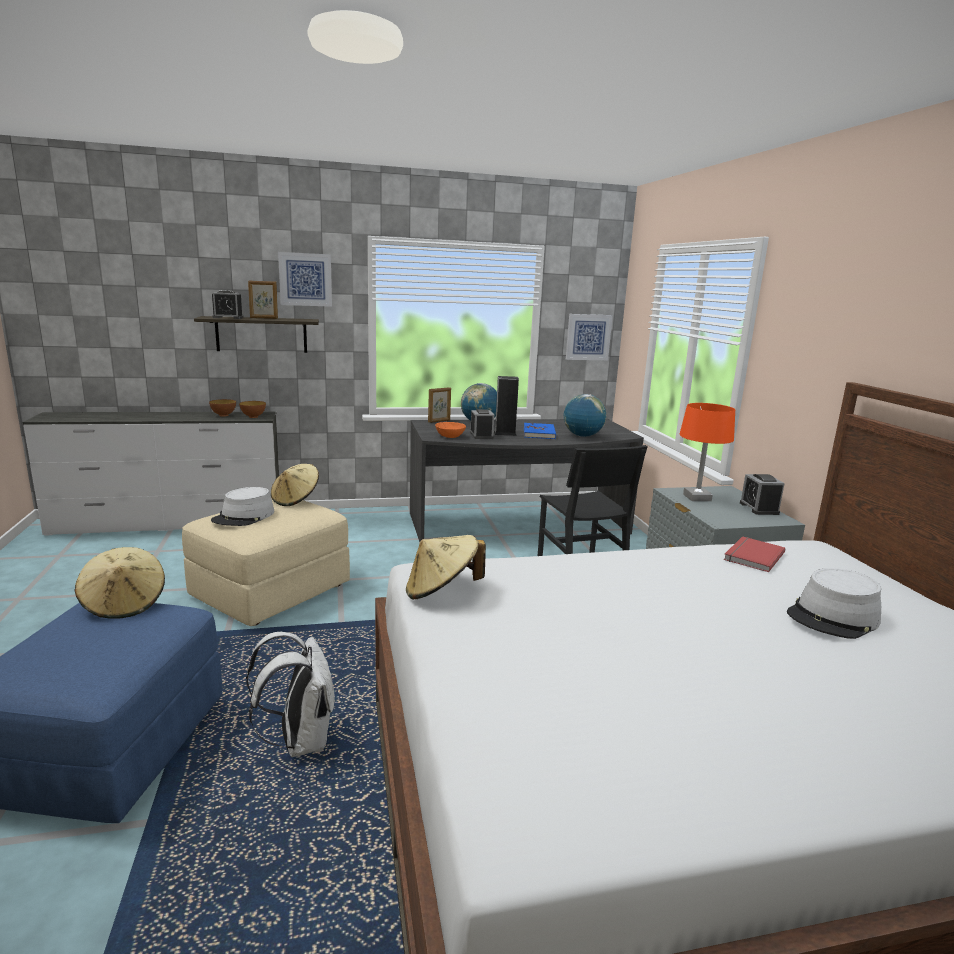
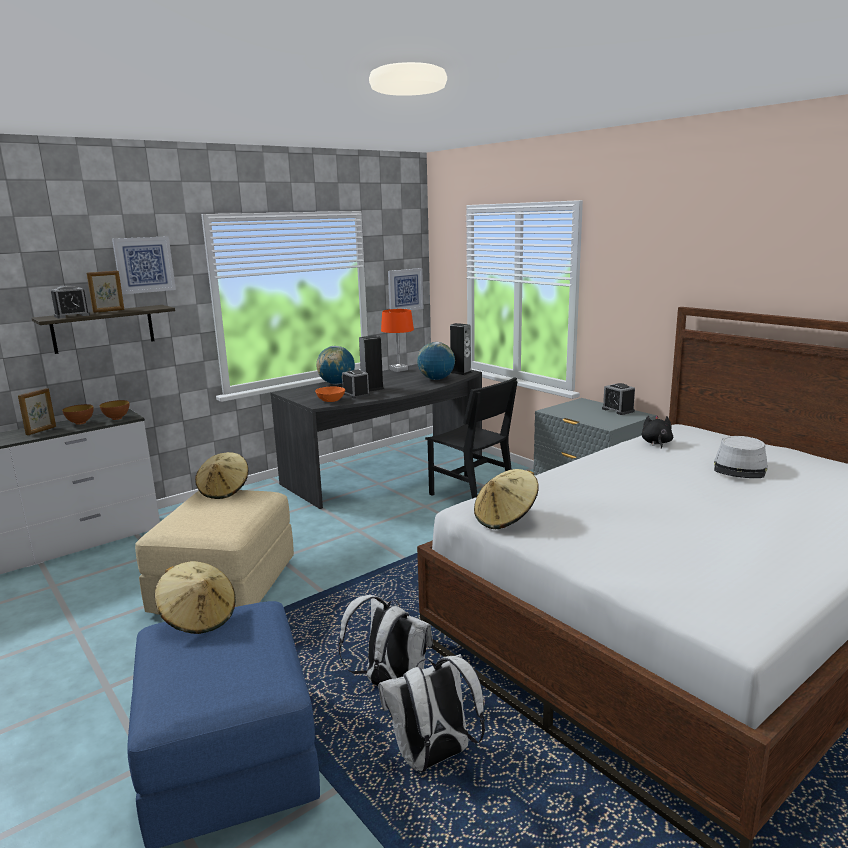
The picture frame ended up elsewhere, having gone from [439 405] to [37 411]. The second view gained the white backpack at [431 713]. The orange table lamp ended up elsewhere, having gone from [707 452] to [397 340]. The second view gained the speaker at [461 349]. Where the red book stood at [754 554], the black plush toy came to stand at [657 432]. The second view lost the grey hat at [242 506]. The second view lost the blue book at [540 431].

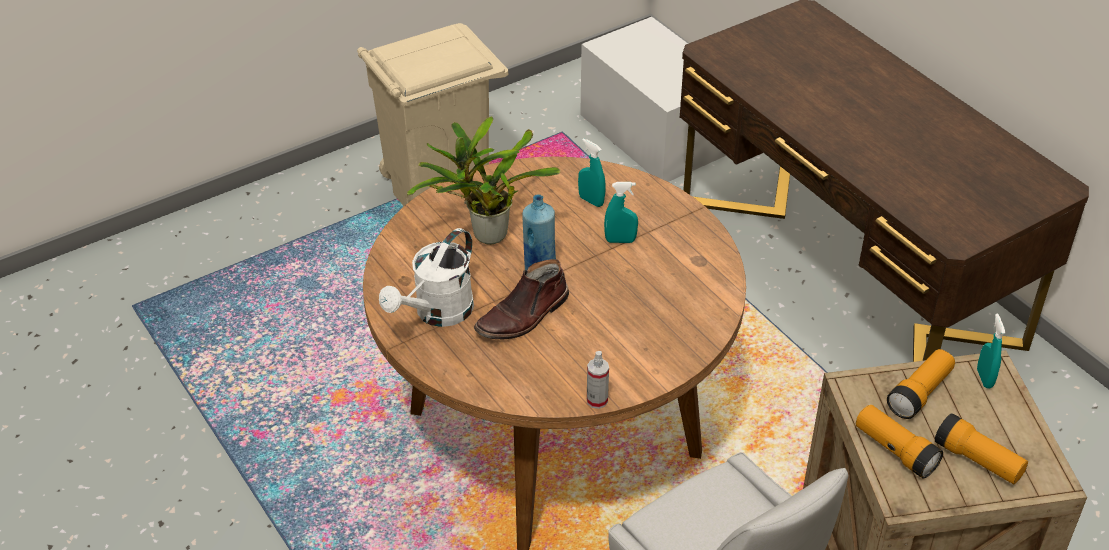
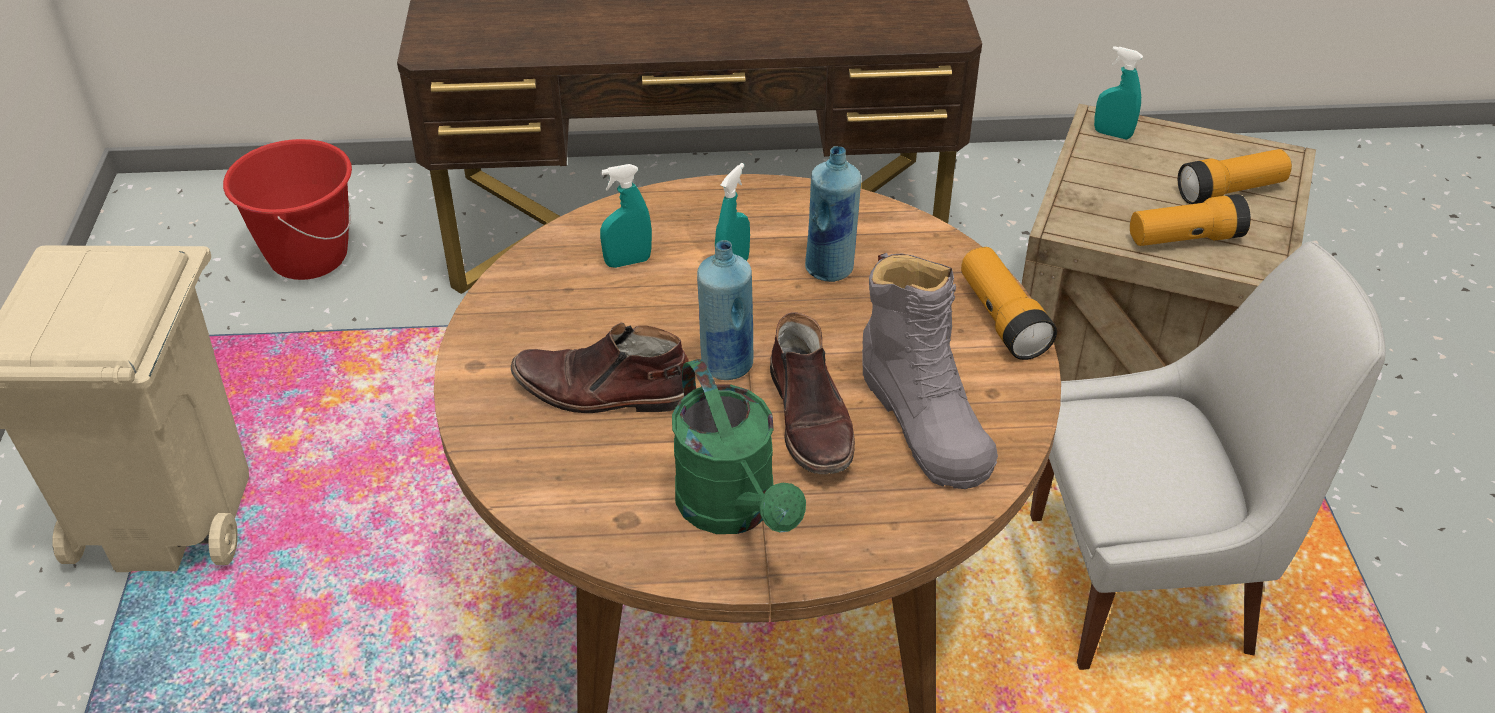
Where the white storage box stood at [653 99], the red bucket came to stand at [287 209]. Where the potted plant stood at [483 180], the brown boot came to stand at [600 367]. What was the white watering can at [426 277] turned into the green watering can at [739 446]. The second view gained the blue bottle at [833 214]. The second view gained the grey boot at [930 371]. The flashlight ended up elsewhere, having gone from [921 384] to [1009 303]. The second view lost the spray bottle at [598 380].

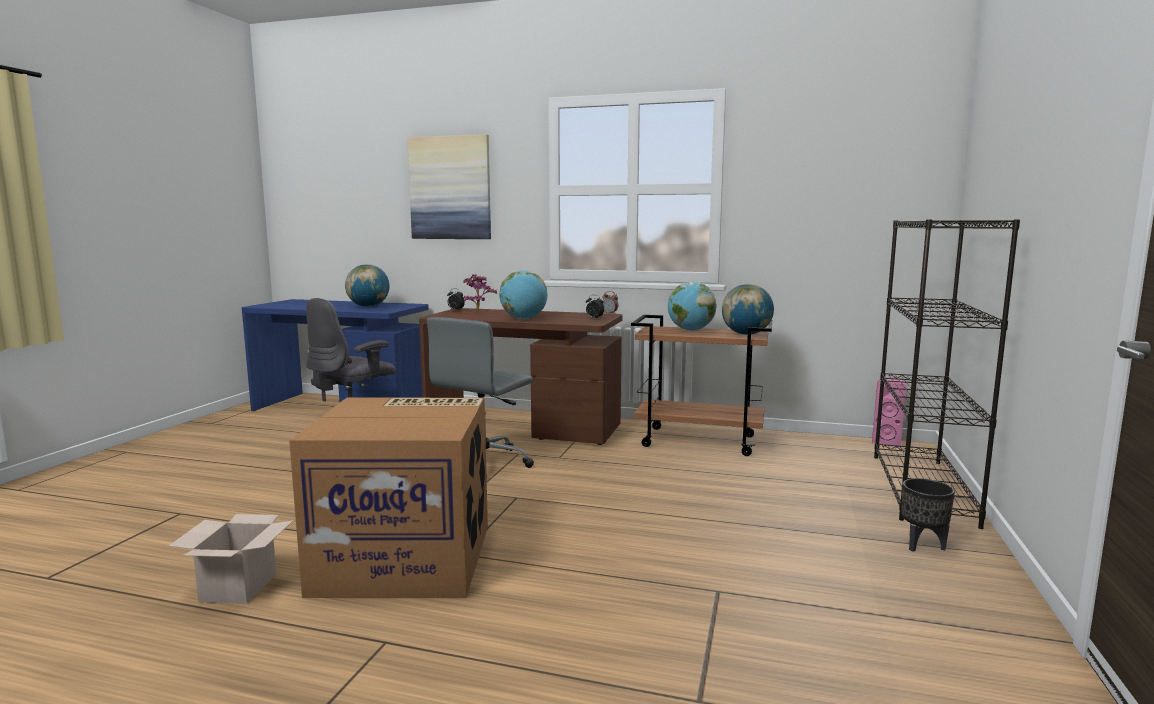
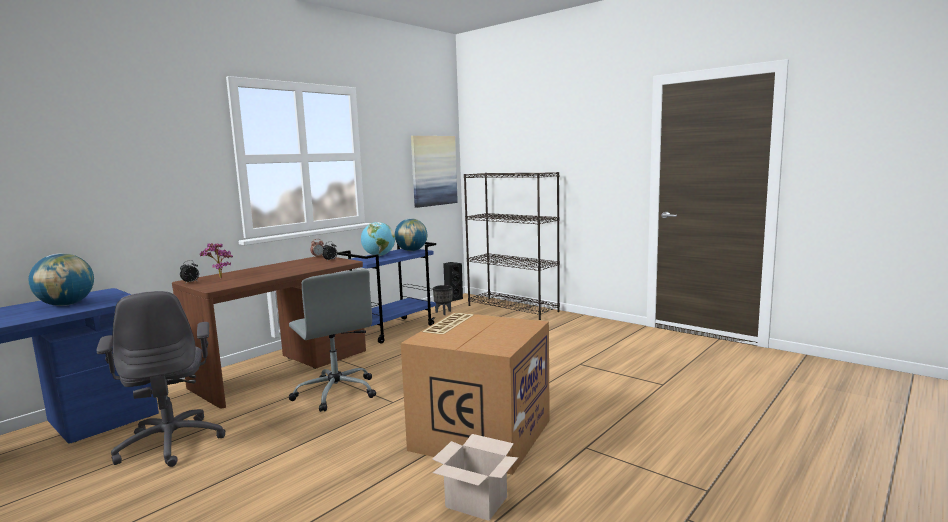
What was the brown cart at [701 385] turned into the blue cart at [386 293]. The picture ended up elsewhere, having gone from [449 186] to [434 172]. The black planter ended up elsewhere, having gone from [928 515] to [442 300]. What was the pink speaker at [889 412] turned into the black speaker at [453 281]. The second view lost the globe at [523 294].

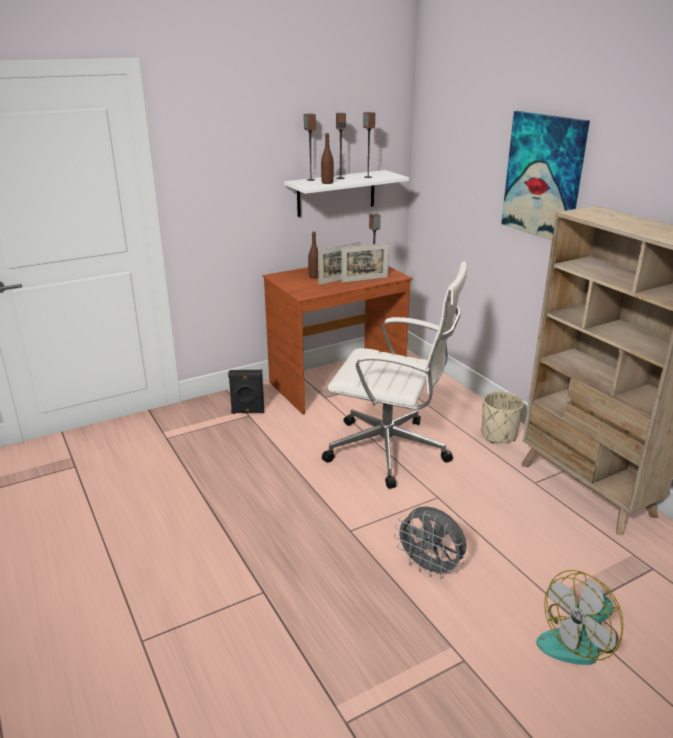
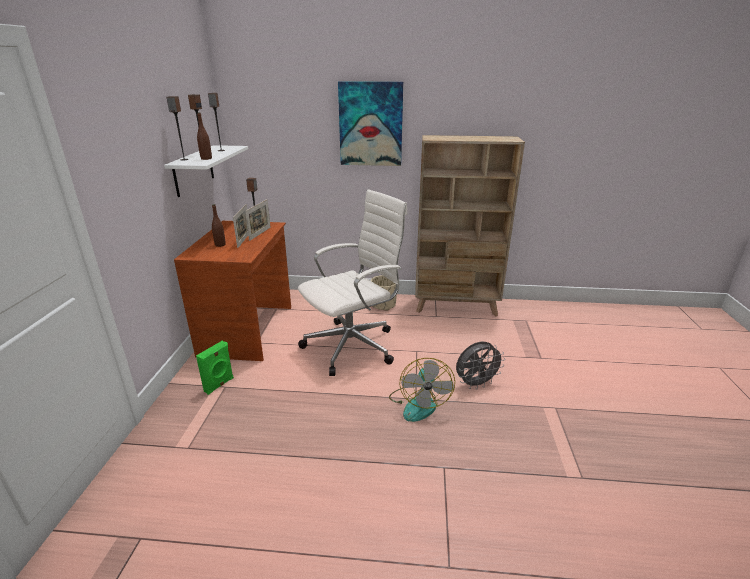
What was the black speaker at [246 392] turned into the green speaker at [215 368]. The fan ended up elsewhere, having gone from [580 617] to [422 390].

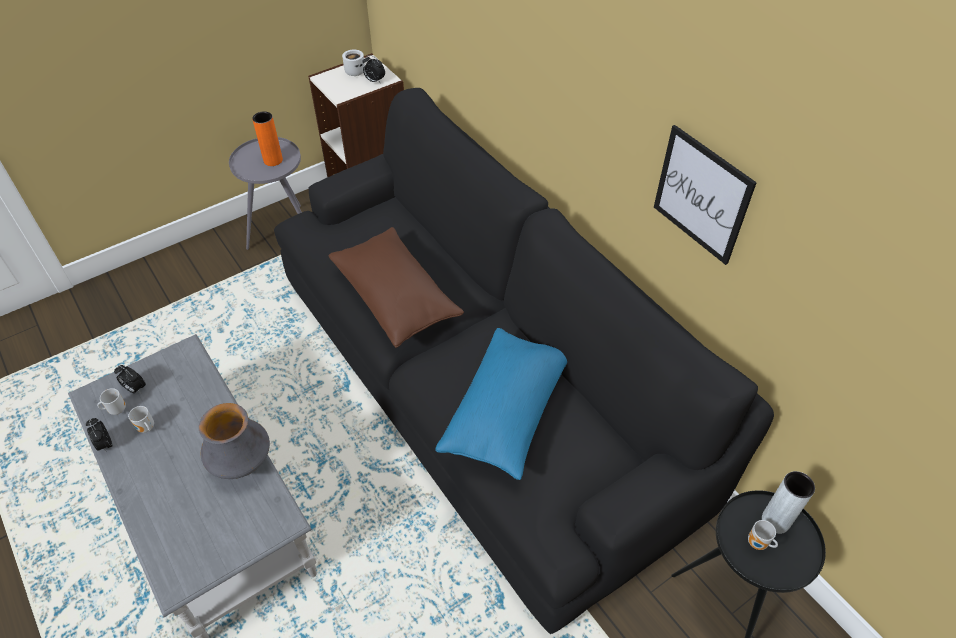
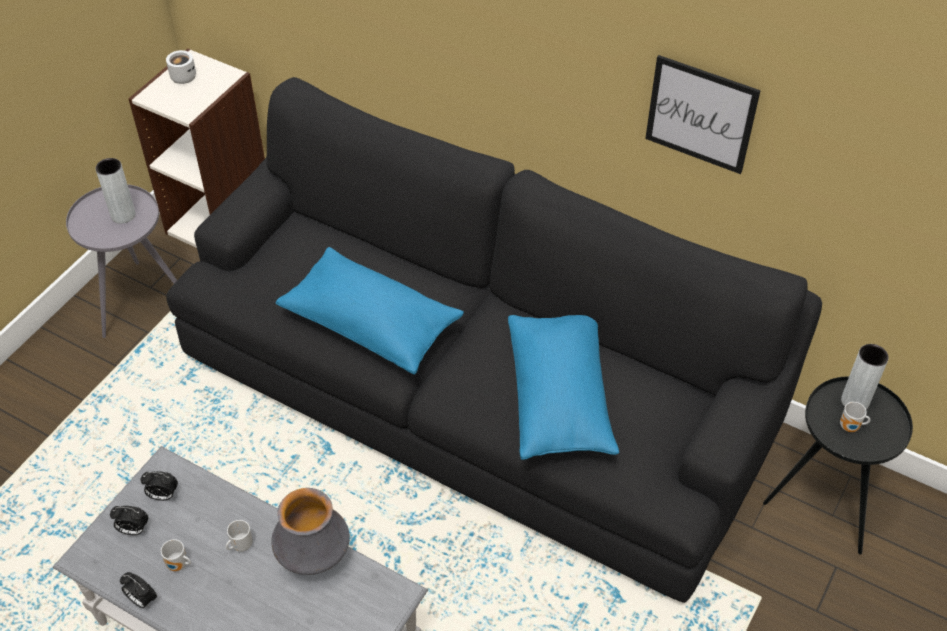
What was the orange vase at [267 138] turned into the grey vase at [116 191]. The alarm clock ended up elsewhere, having gone from [373 69] to [159 486]. The mug ended up elsewhere, having gone from [111 401] to [239 536]. What was the brown pillow at [396 287] turned into the blue pillow at [370 311].

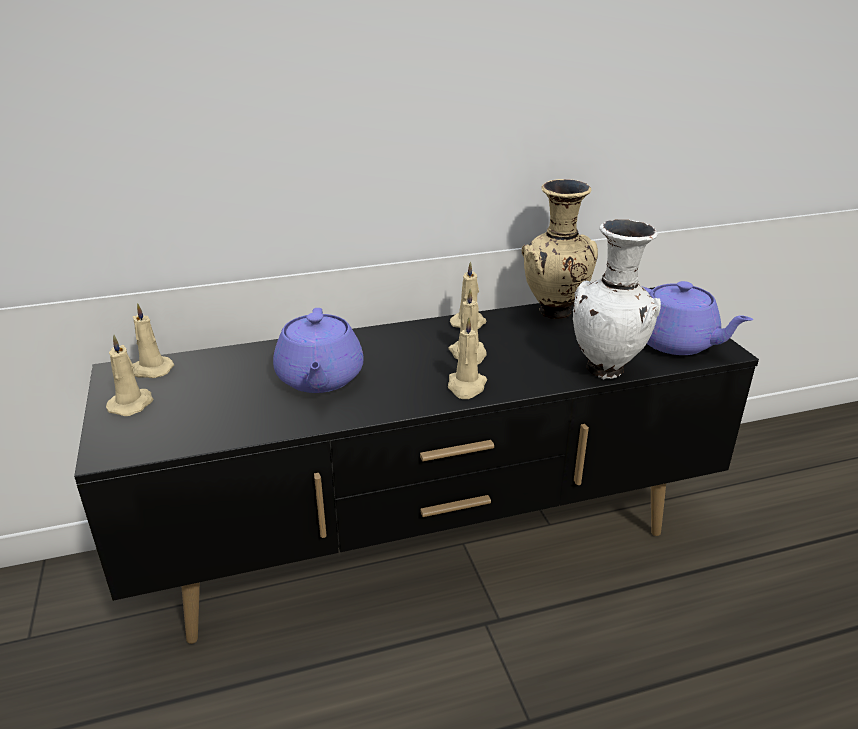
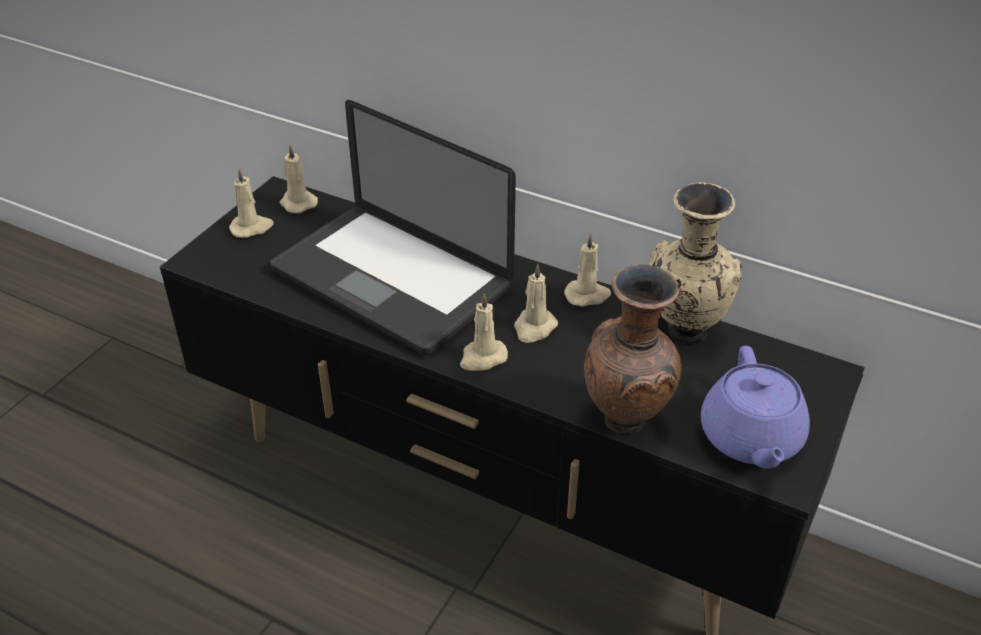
Where the purple teapot stood at [318 350], the laptop came to stand at [393 227]. What was the white vase at [617 299] turned into the brown vase at [633 349].

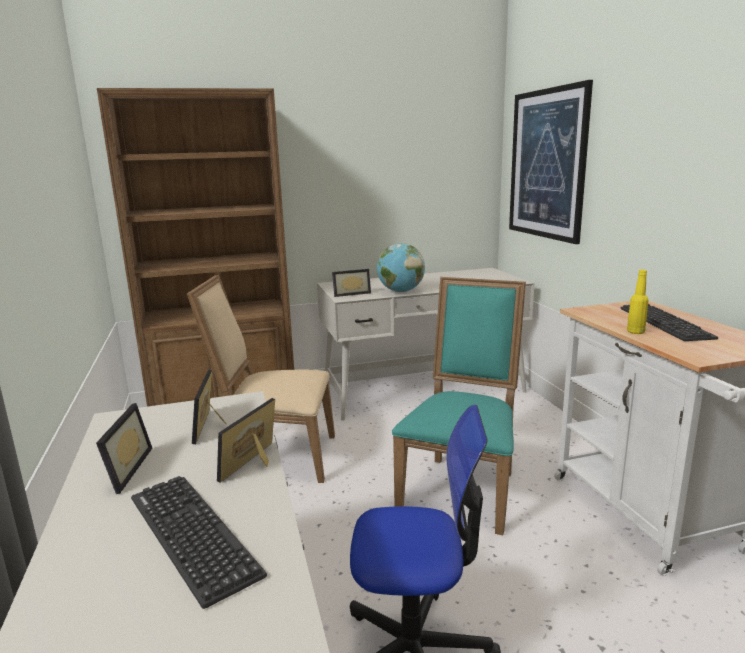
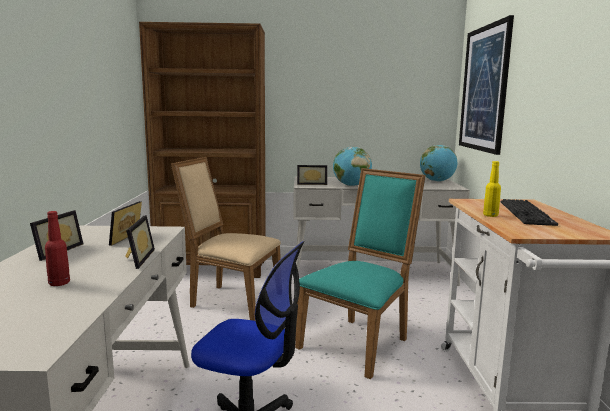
Where the keyboard stood at [199 542], the red bottle came to stand at [57 248]. The picture frame at [246 440] ended up facing another way, 135 degrees clockwise from before. The second view gained the globe at [438 163].

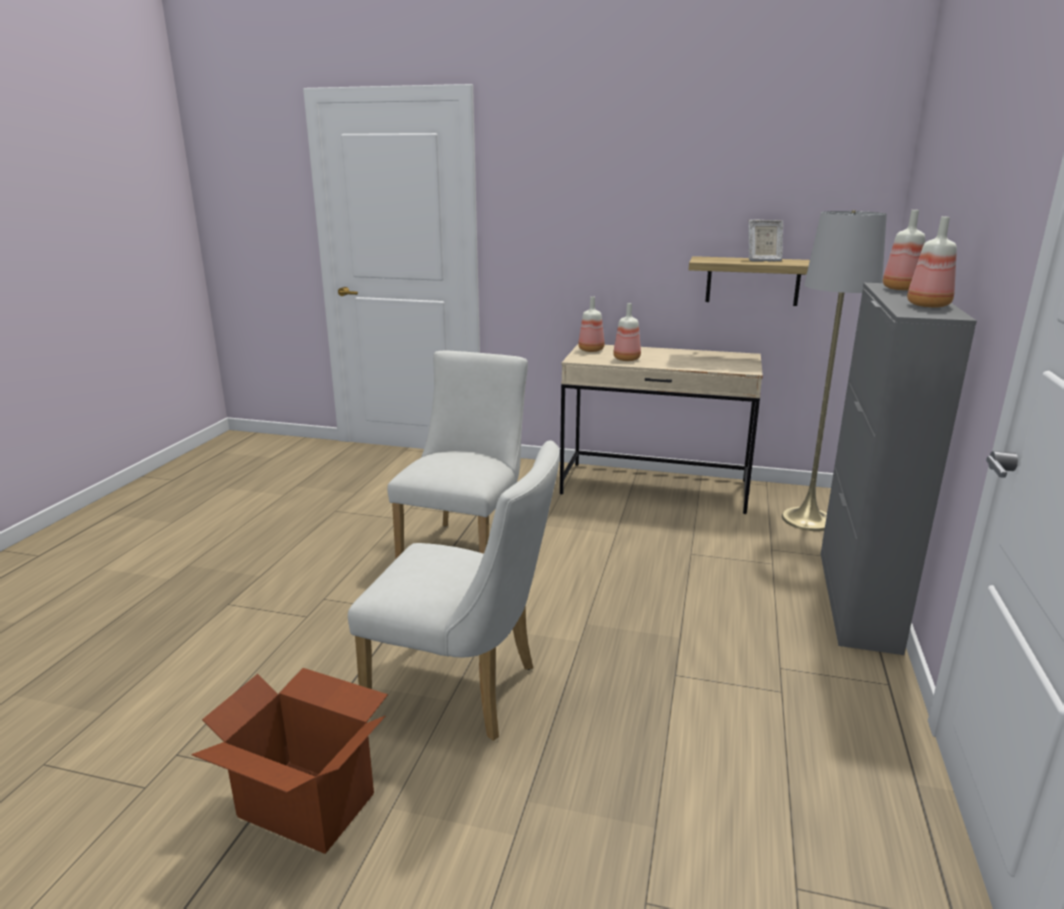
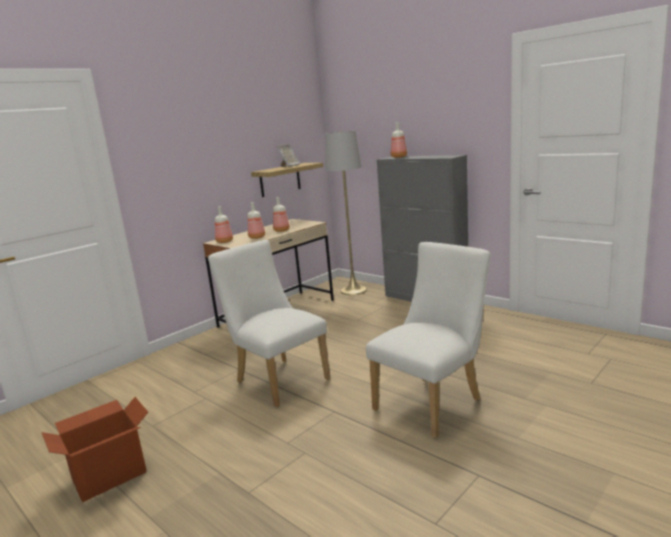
The cardboard box ended up elsewhere, having gone from [290 761] to [94 449]. The bottle ended up elsewhere, having gone from [932 262] to [281 214].

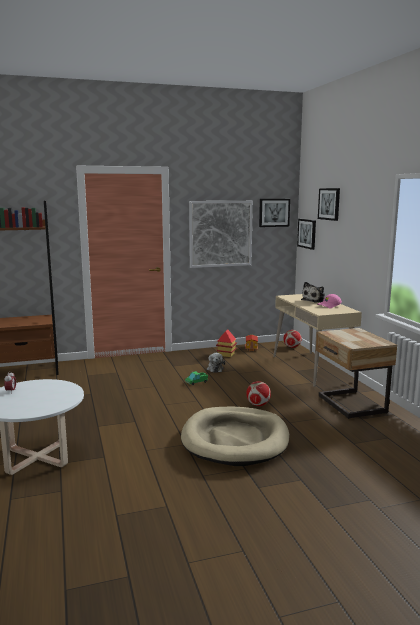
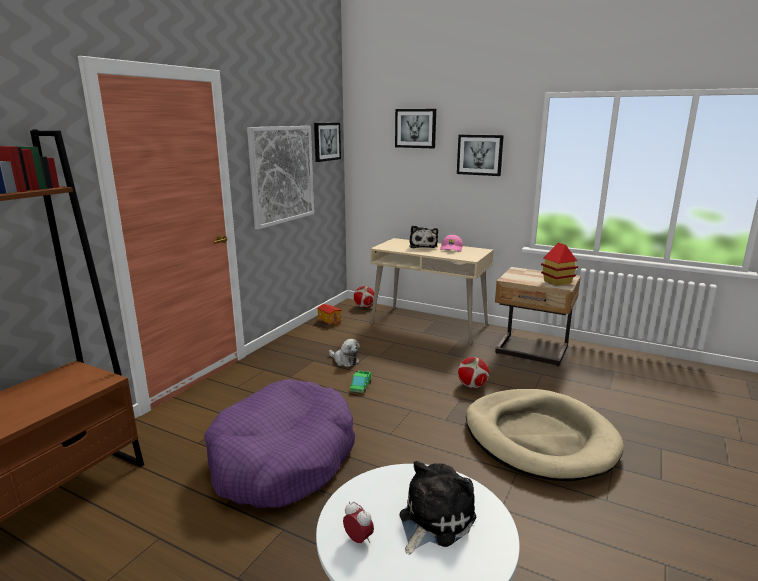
The second view gained the purple dog bed at [279 443]. The second view gained the plush toy at [438 508]. The picture ended up elsewhere, having gone from [306 234] to [480 155]. The toy house ended up elsewhere, having gone from [226 343] to [559 264].

